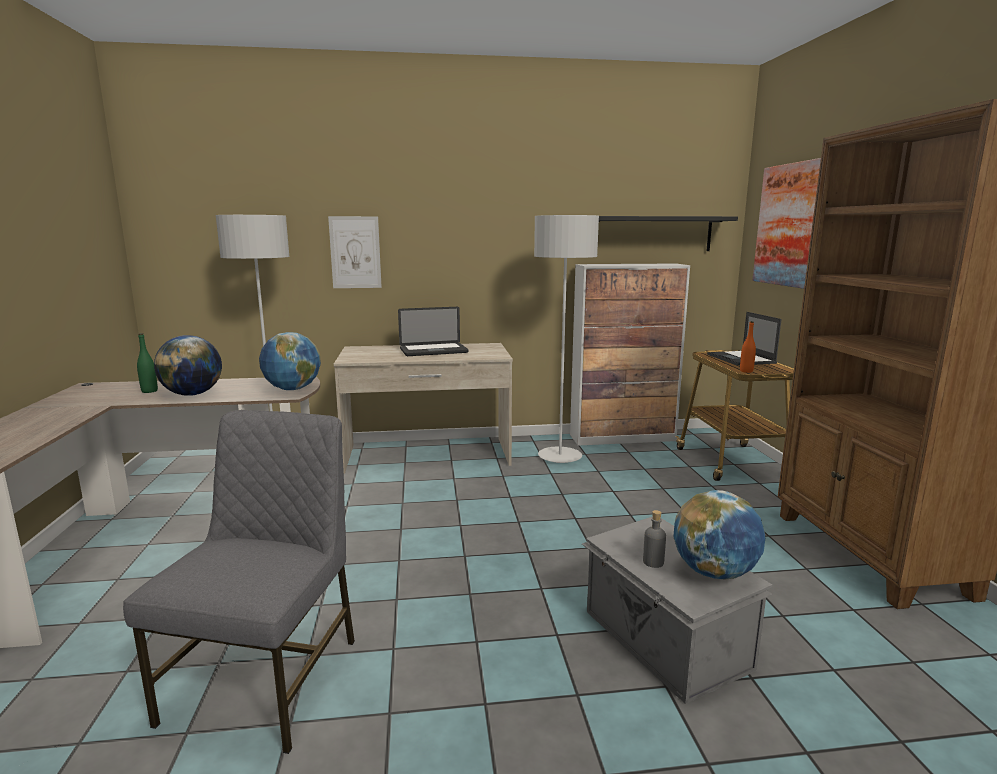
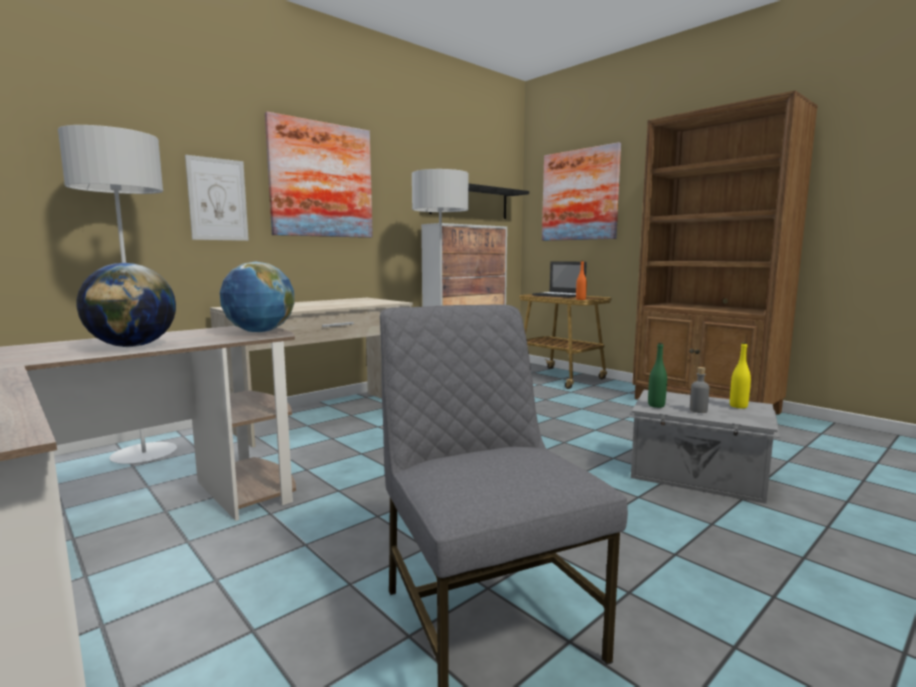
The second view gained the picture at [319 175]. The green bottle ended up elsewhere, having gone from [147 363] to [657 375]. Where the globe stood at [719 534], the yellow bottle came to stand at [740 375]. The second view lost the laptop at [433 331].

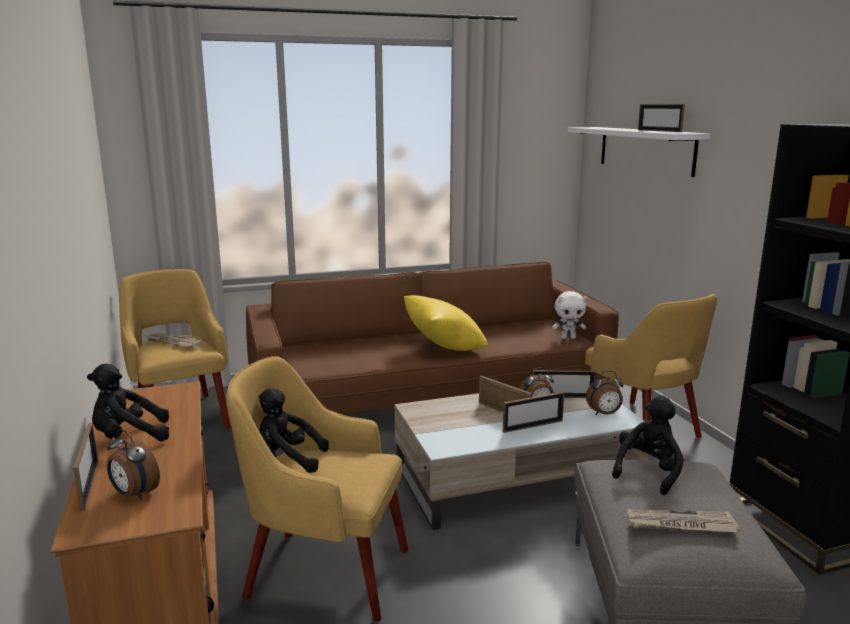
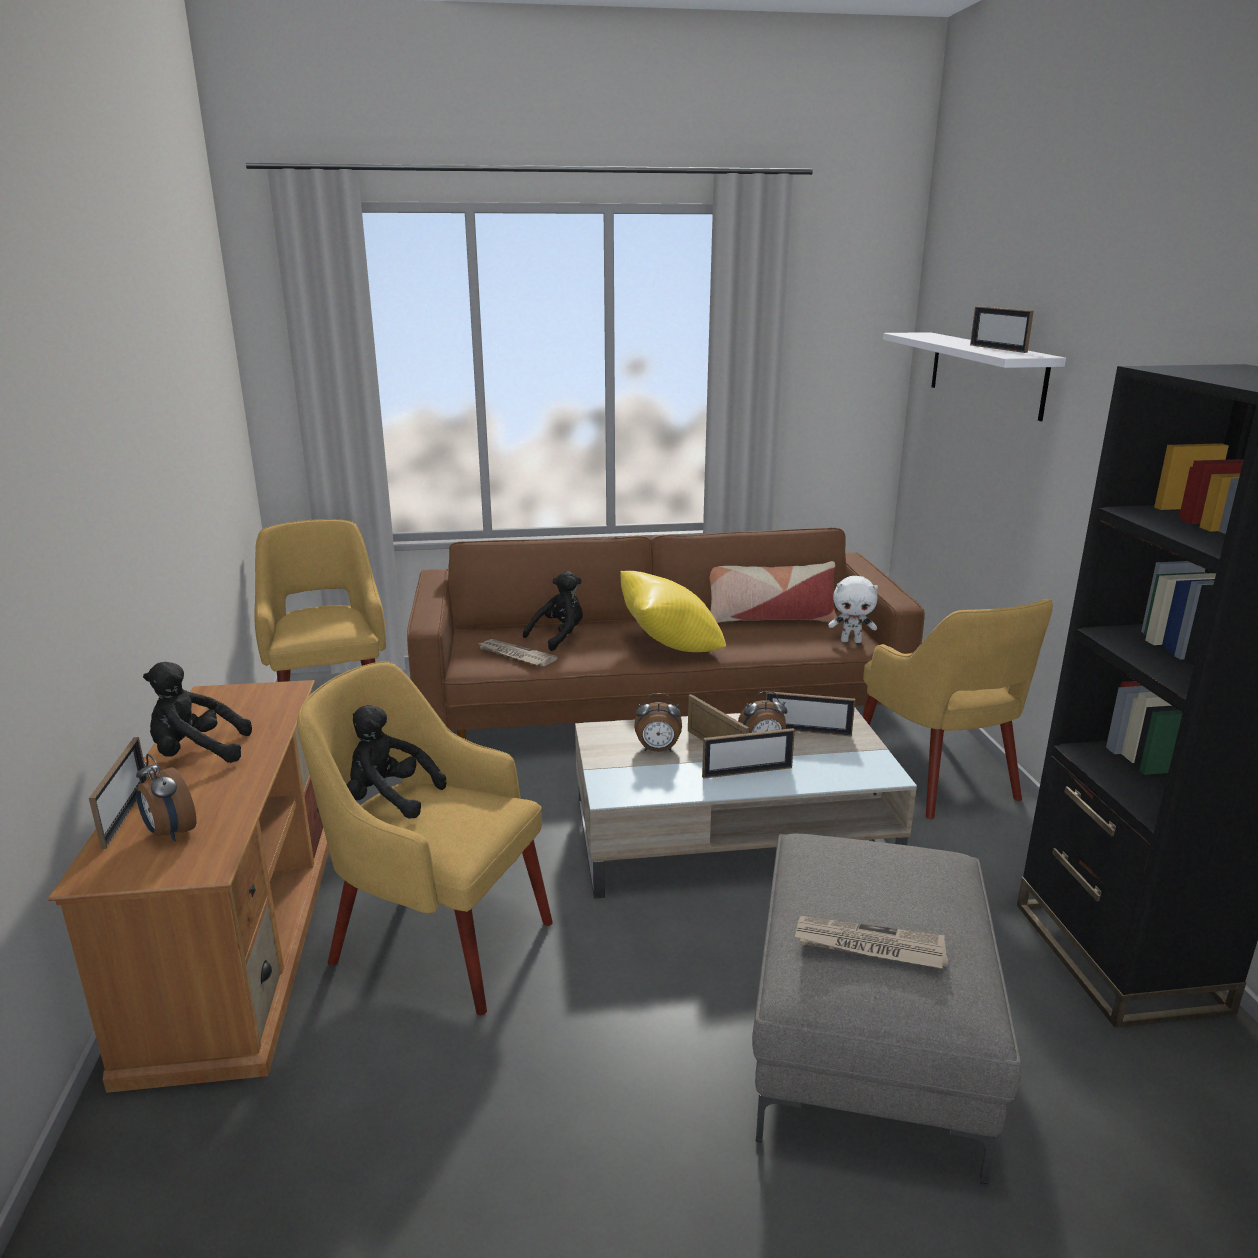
The newspaper ended up elsewhere, having gone from [176 340] to [517 652]. The black plush toy ended up elsewhere, having gone from [648 445] to [553 611]. The alarm clock ended up elsewhere, having gone from [604 393] to [658 722]. The second view gained the pillow at [773 592].

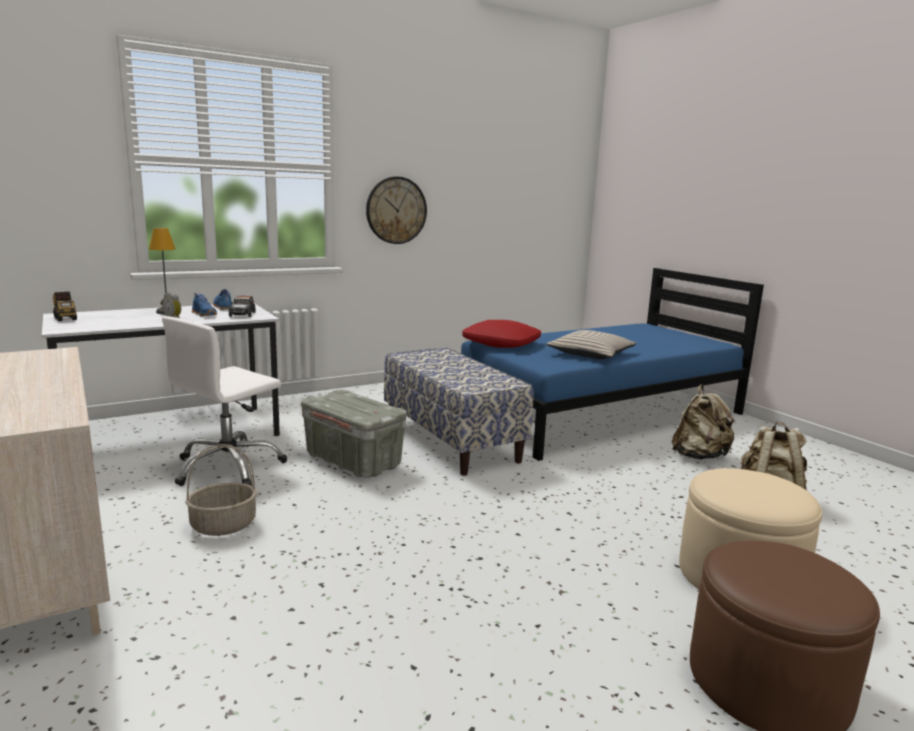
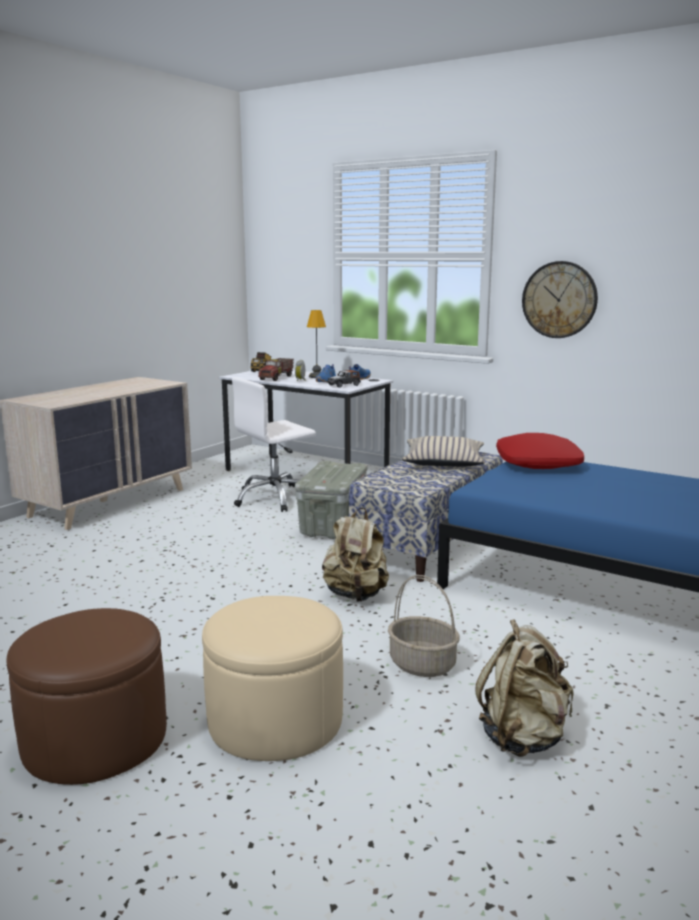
The white office chair at [224 401] ended up facing another way, 45 degrees counterclockwise from before. The second view gained the toy truck at [276 369]. The beige backpack ended up elsewhere, having gone from [703 422] to [355 554]. The basket ended up elsewhere, having gone from [221 490] to [424 626]. The beige pillow ended up elsewhere, having gone from [591 344] to [443 451].

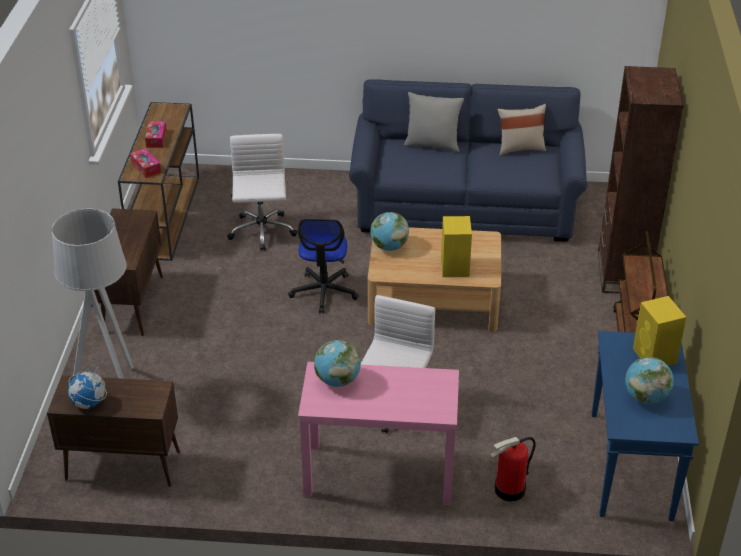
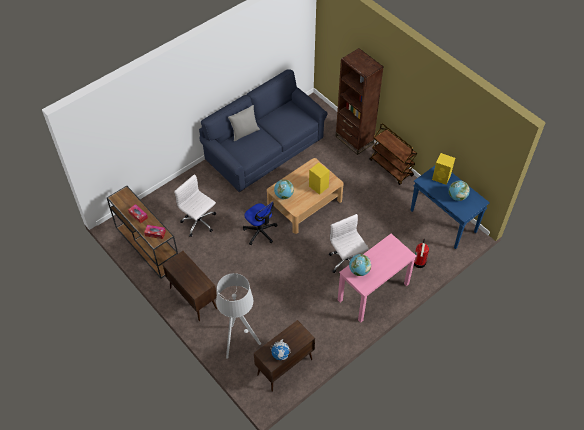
The second view lost the beige pillow at [521 130].

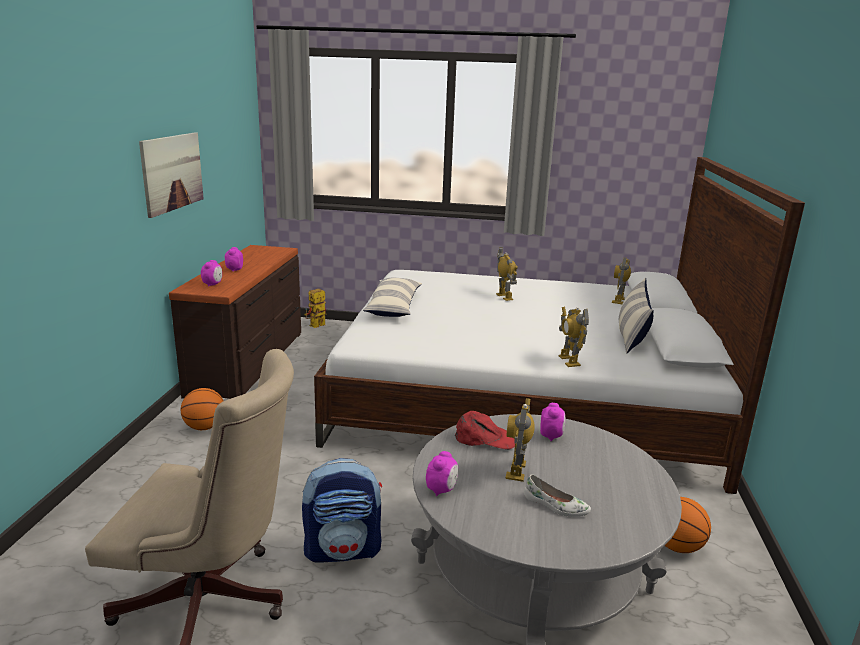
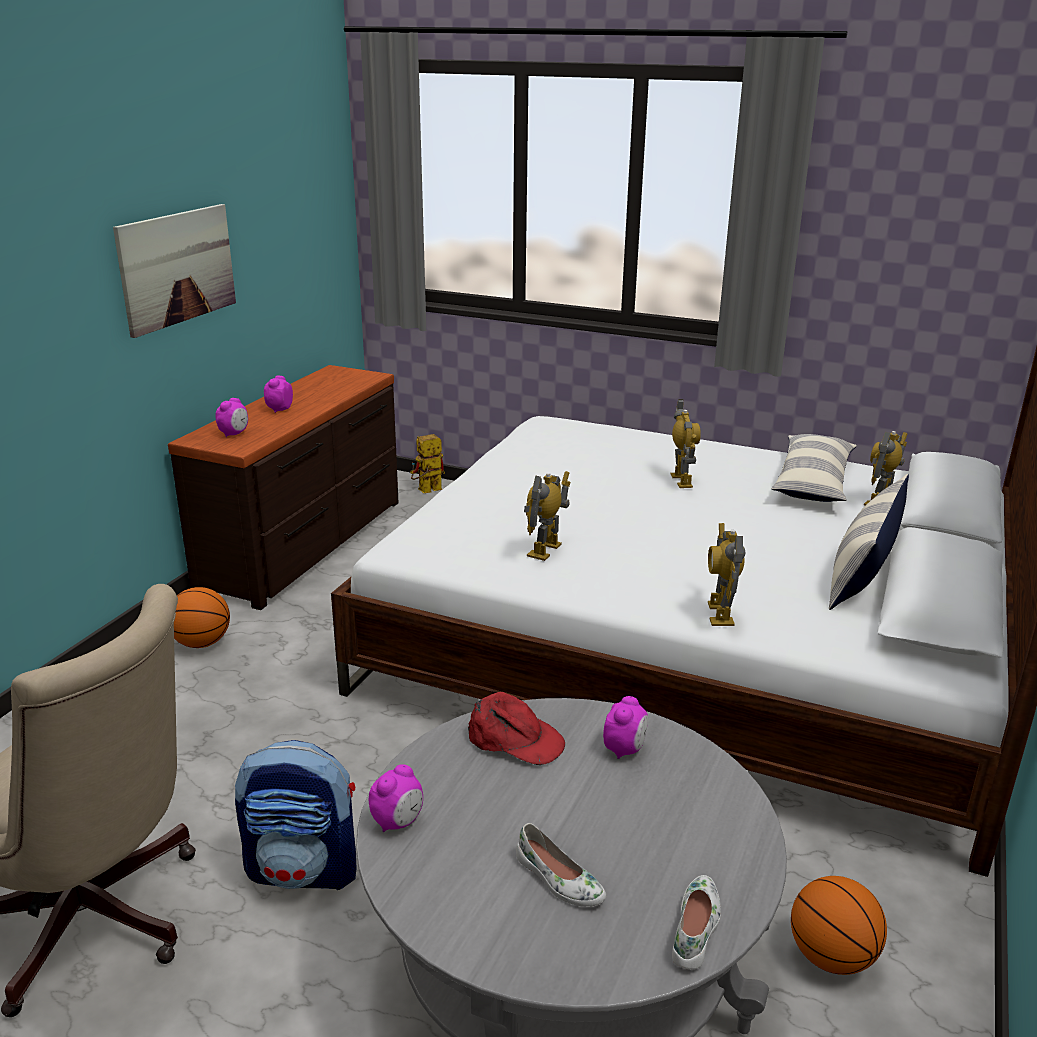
The toy robot ended up elsewhere, having gone from [520 440] to [547 516]. The second view gained the white shoe at [696 922]. The pillow ended up elsewhere, having gone from [392 297] to [814 468].

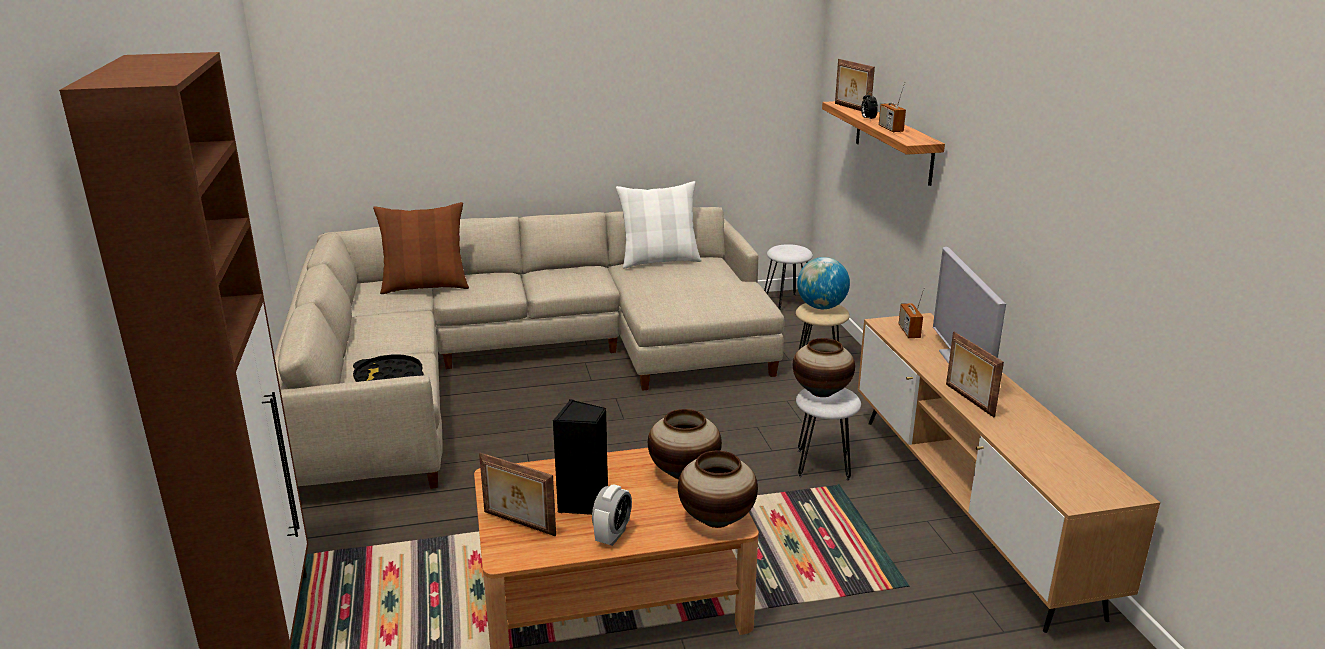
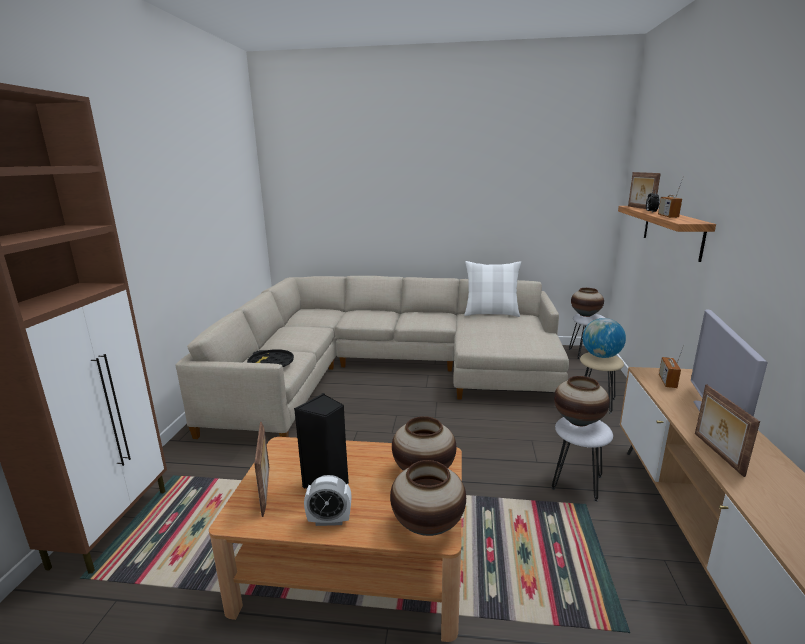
The picture frame at [517 494] ended up facing another way, 150 degrees counterclockwise from before. The alarm clock at [612 515] ended up facing another way, 45 degrees clockwise from before. The second view gained the vase at [587 302]. The second view lost the brown pillow at [421 248].

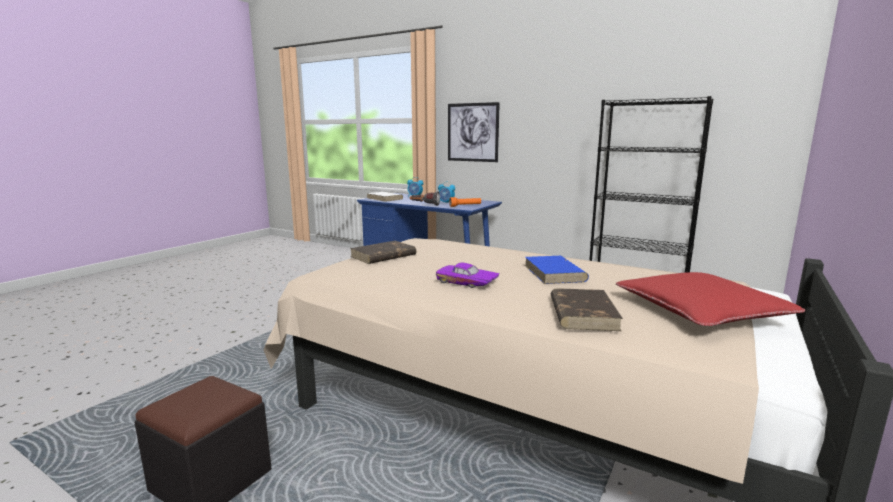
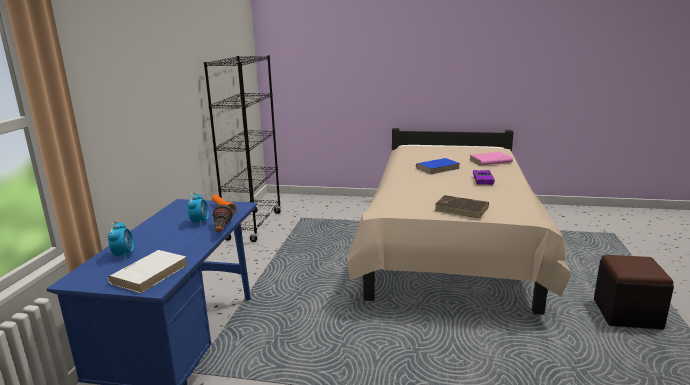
What was the brown book at [587 309] turned into the pink book at [491 159]. The second view lost the picture at [474 132]. The second view lost the red pillow at [710 299].

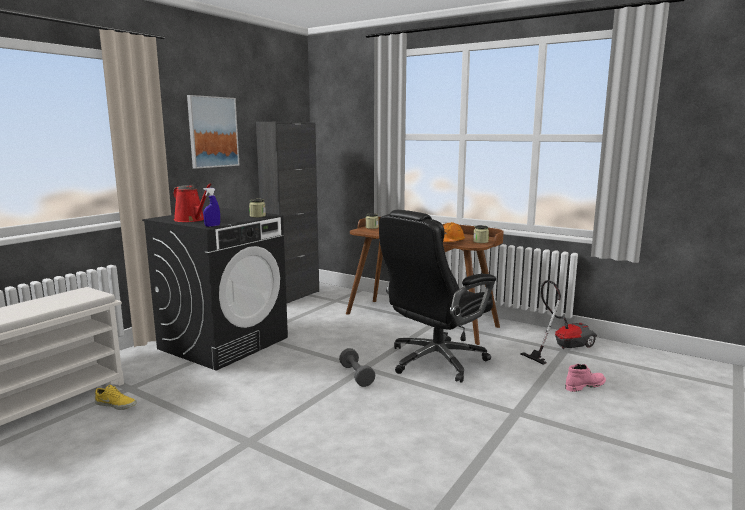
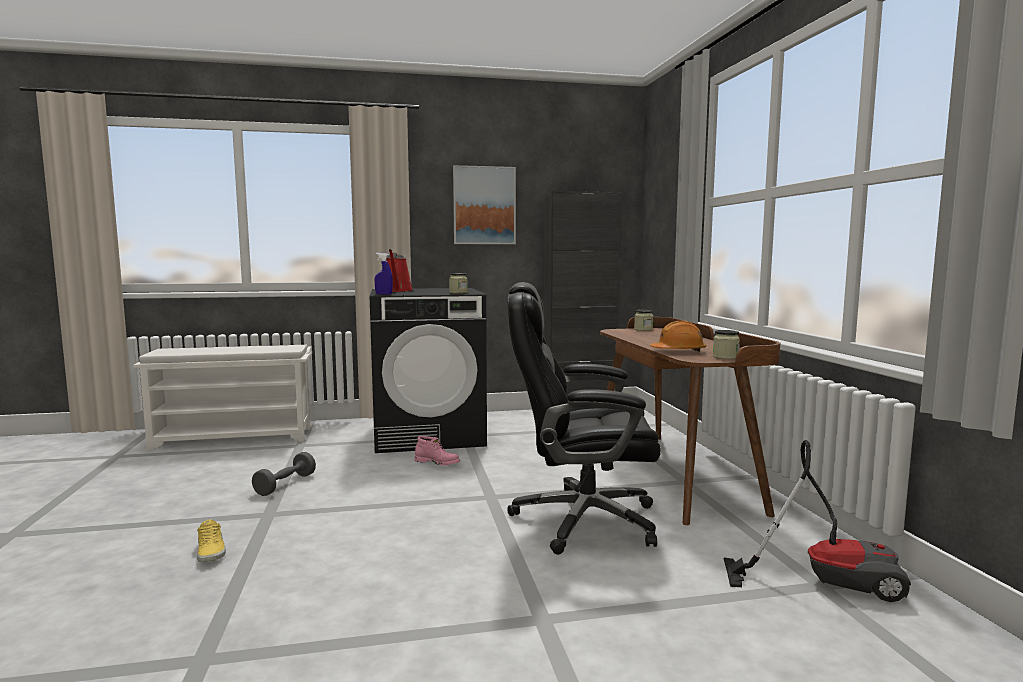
The yellow shoe ended up elsewhere, having gone from [116 397] to [211 541]. The grey dumbbell ended up elsewhere, having gone from [357 367] to [284 474]. The pink boot ended up elsewhere, having gone from [585 378] to [437 450].

